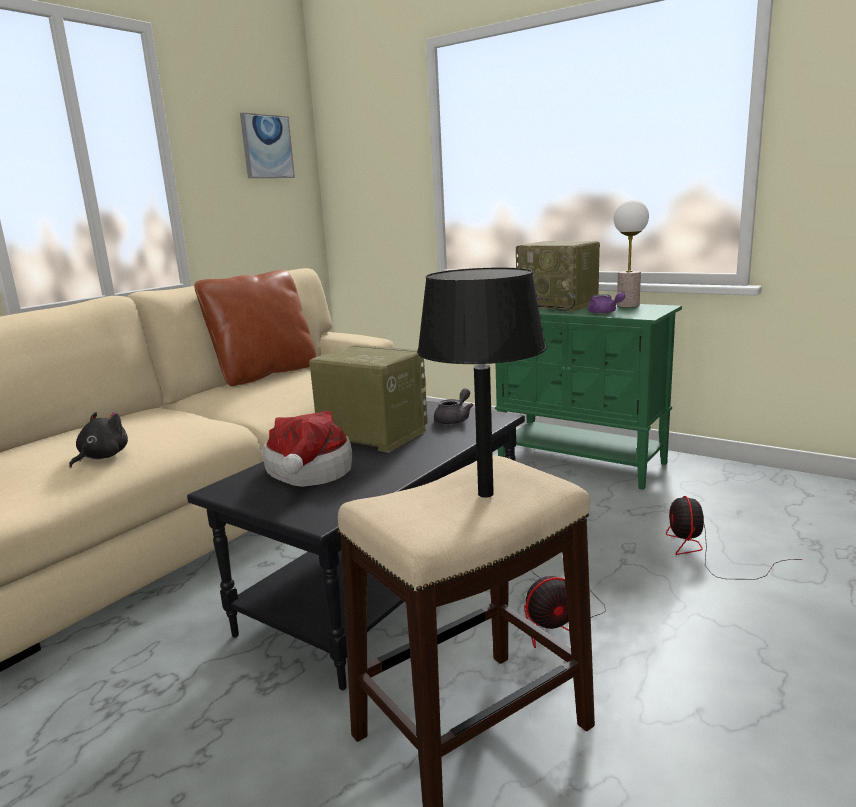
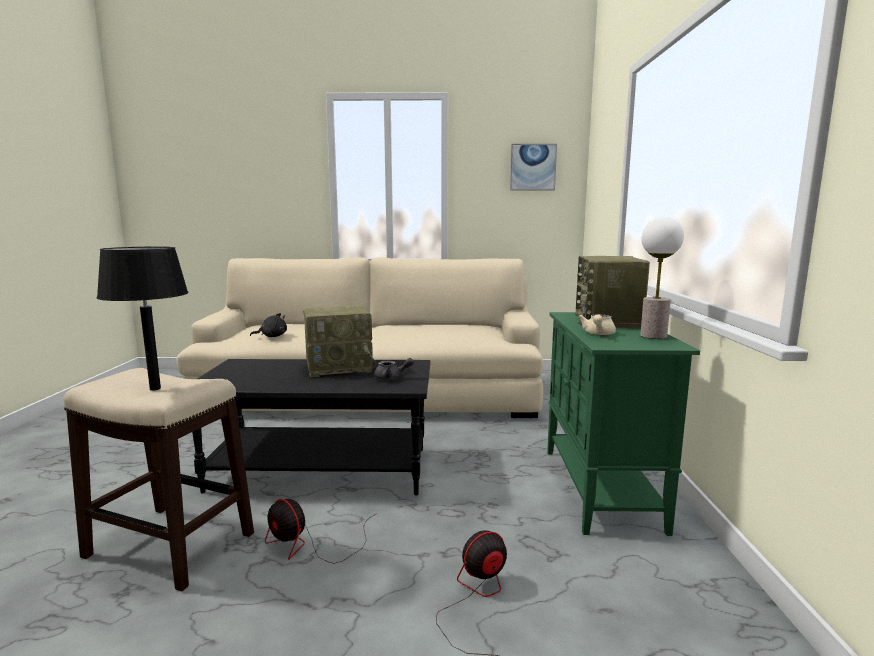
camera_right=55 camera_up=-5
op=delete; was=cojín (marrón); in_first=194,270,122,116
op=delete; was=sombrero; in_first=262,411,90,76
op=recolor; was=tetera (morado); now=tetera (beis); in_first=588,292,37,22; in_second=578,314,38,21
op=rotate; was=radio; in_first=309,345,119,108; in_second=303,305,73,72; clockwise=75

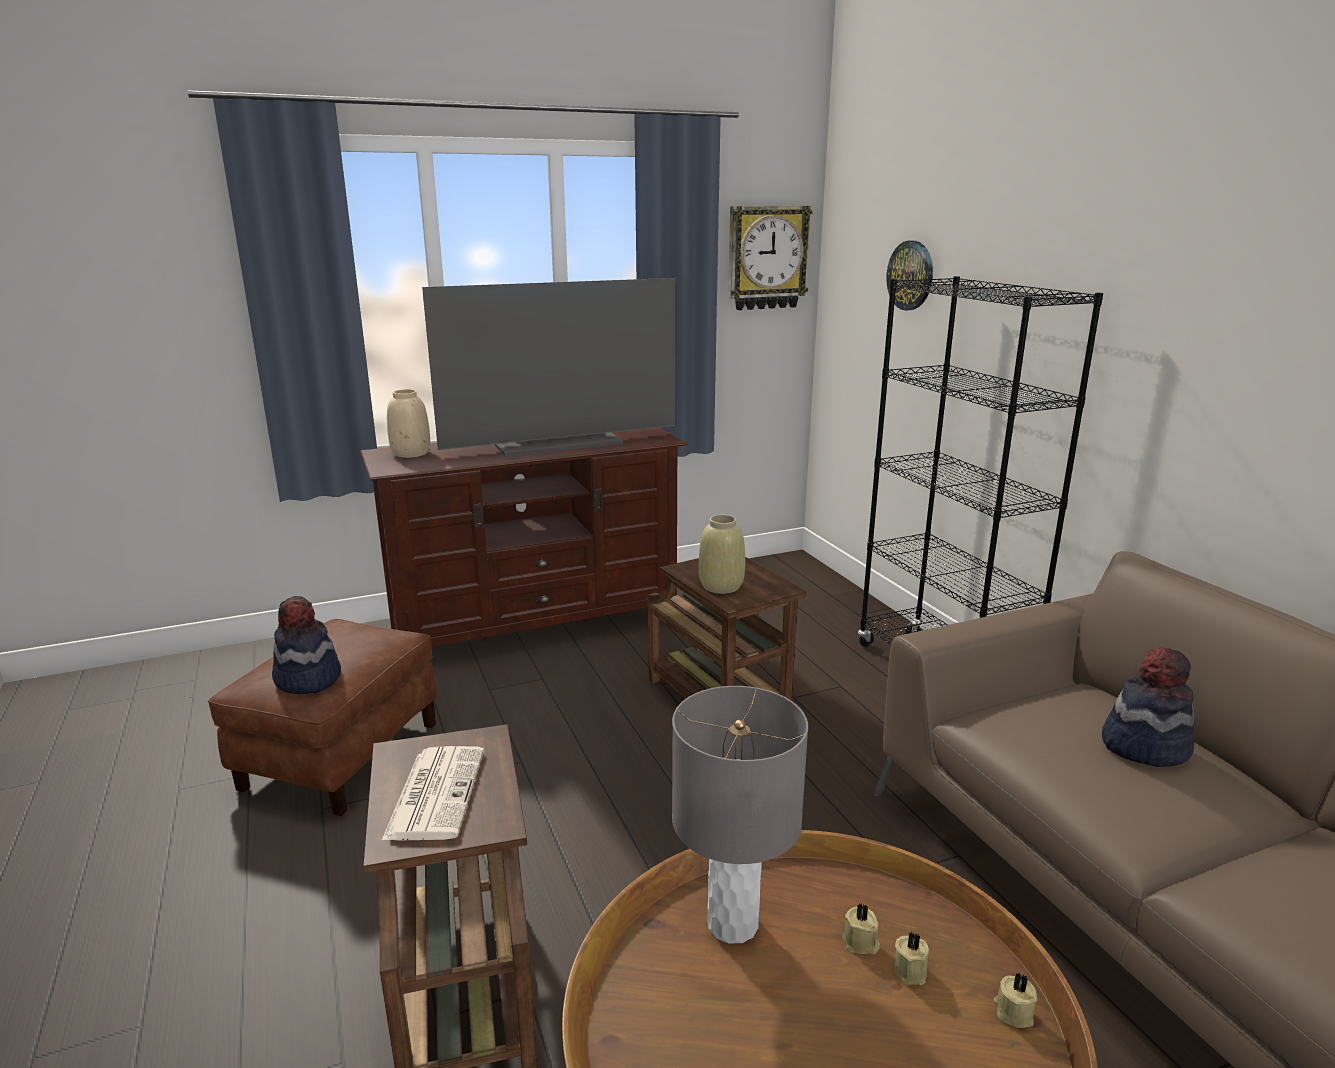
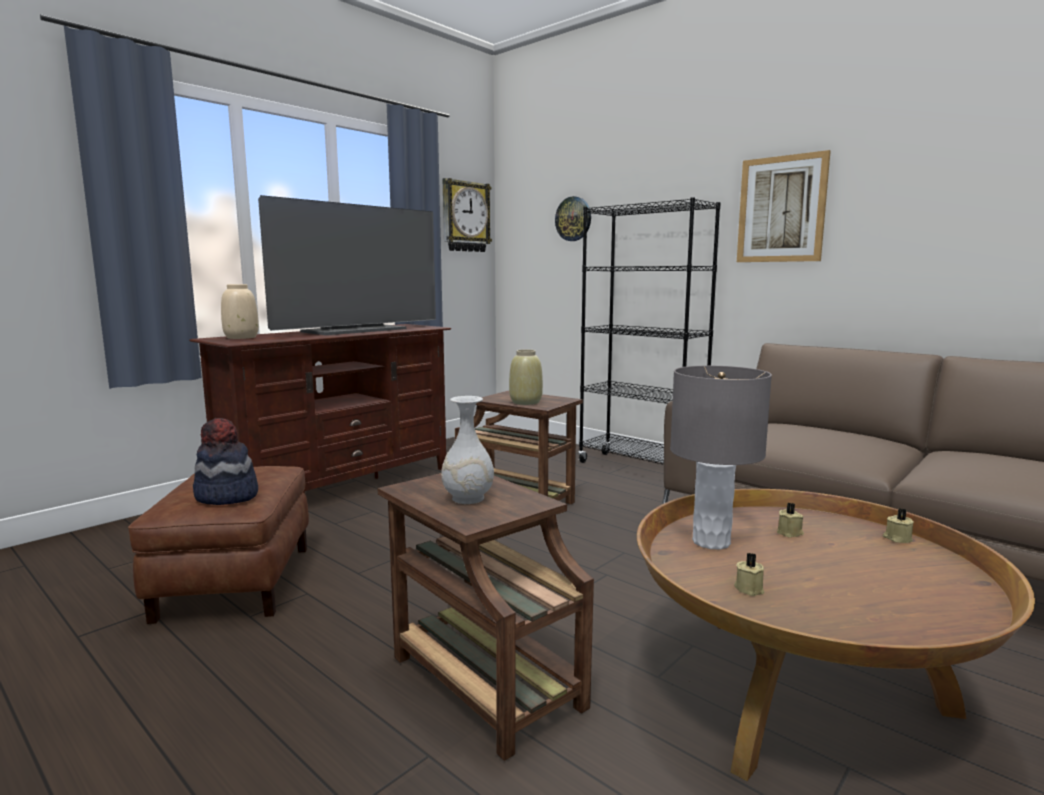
camera_right=-25 camera_up=-10
op=delete; was=sombrero; in_first=1102,647,93,120
op=insert; now=cuadro; in_second=737,150,94,112
op=move; was=vela (beis); in_first=894,932,35,53; in_second=734,553,30,43
op=replace; was=periódico; now=florero (blanco); in_first=381,746,103,95; in_second=441,396,53,108

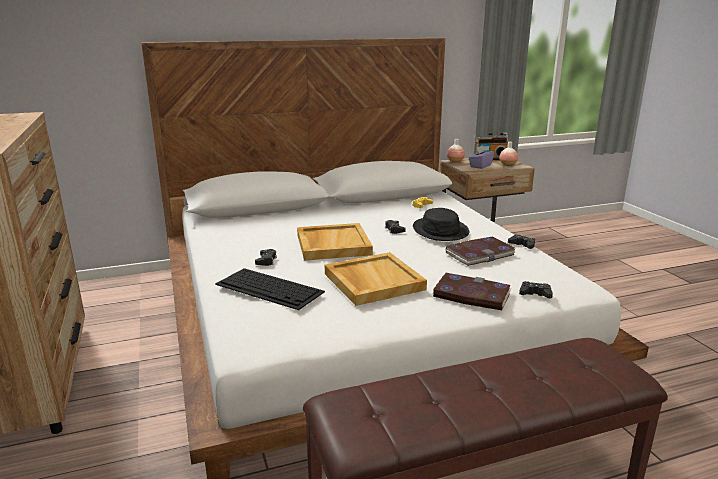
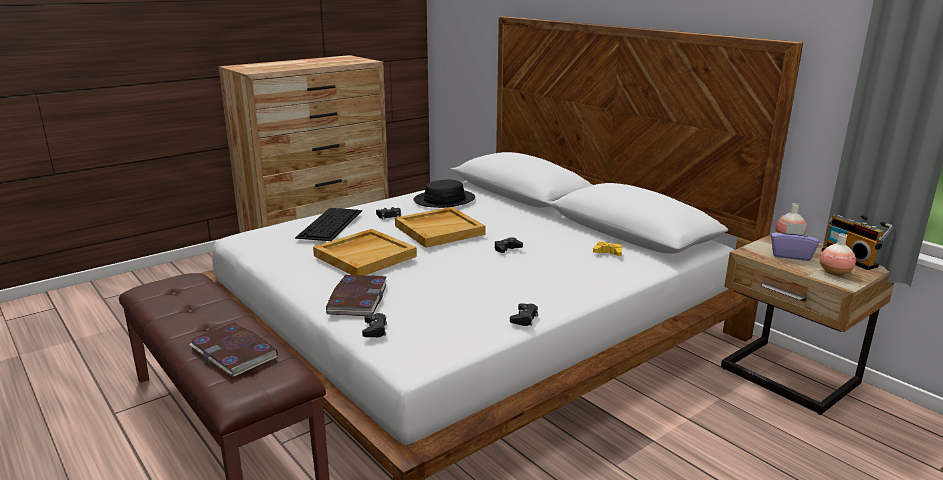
camera_right=70 camera_up=0
op=move; was=sombrero (negro); in_first=413,208,56,33; in_second=414,180,61,28
op=move; was=libro; in_first=446,237,70,29; in_second=189,322,89,56

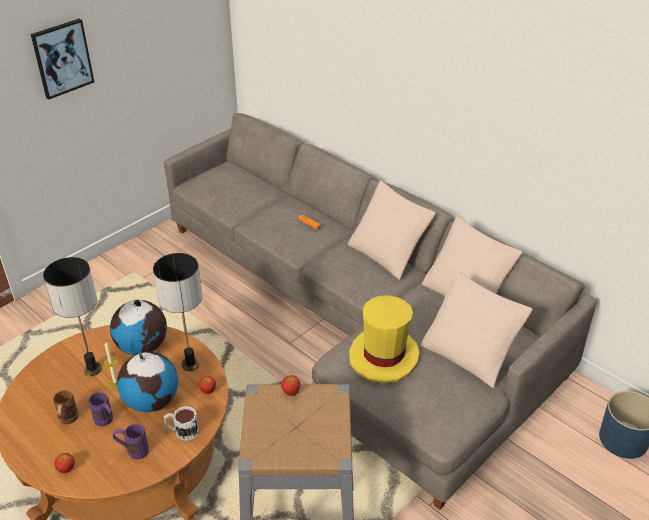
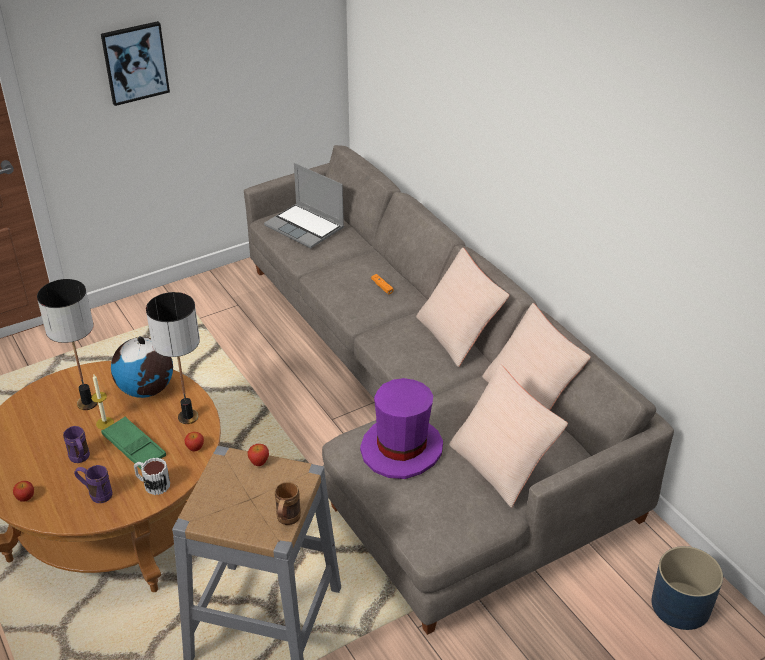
camera_right=15 camera_up=0
op=insert; now=portátil; in_second=264,163,80,85
op=move; was=taza grande (marrón); in_first=53,390,26,34; in_second=275,482,26,43
op=replace; was=globo terráqueo; now=bandeja (verde); in_first=117,352,61,60; in_second=101,417,65,52
op=recolor; was=sombrero (amarillo); now=sombrero (morado); in_first=349,296,71,87; in_second=360,378,83,101

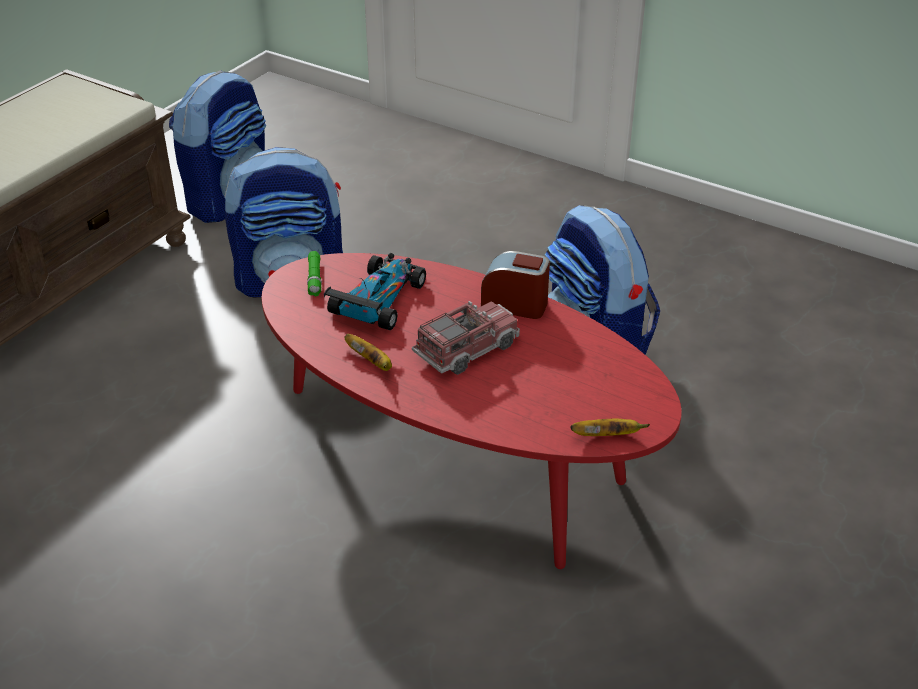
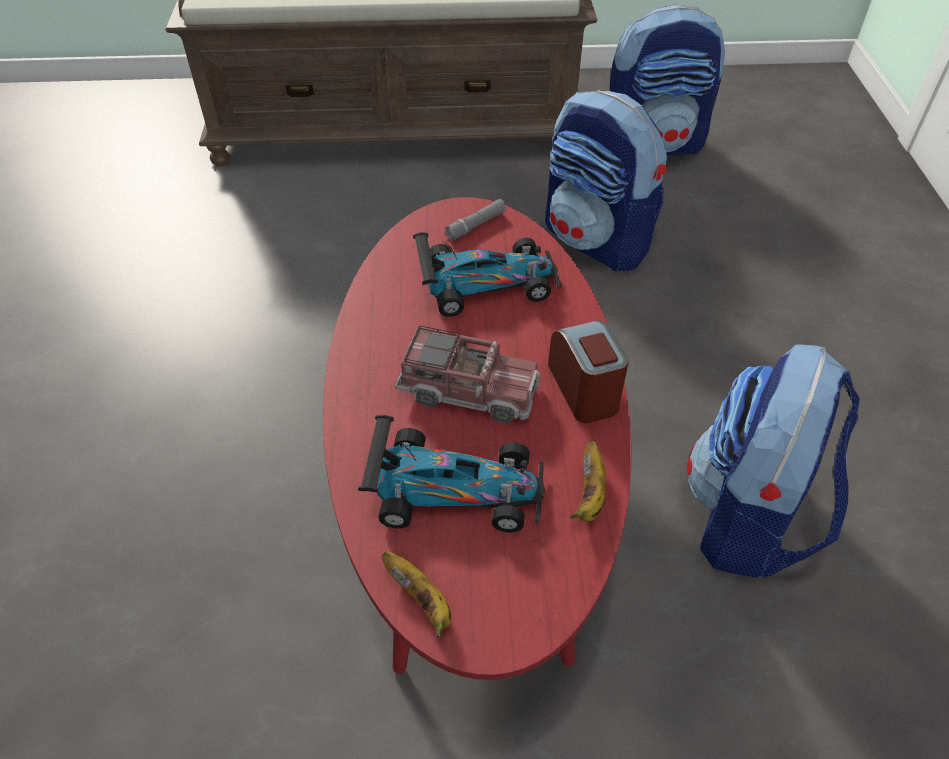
camera_right=55 camera_up=10
op=insert; now=coche de juguete; in_second=358,415,187,117
op=move; was=plátano; in_first=344,334,48,37; in_second=570,441,36,81
op=recolor; was=linterna (verde); now=linterna (gris); in_first=307,251,15,45; in_second=445,199,62,42

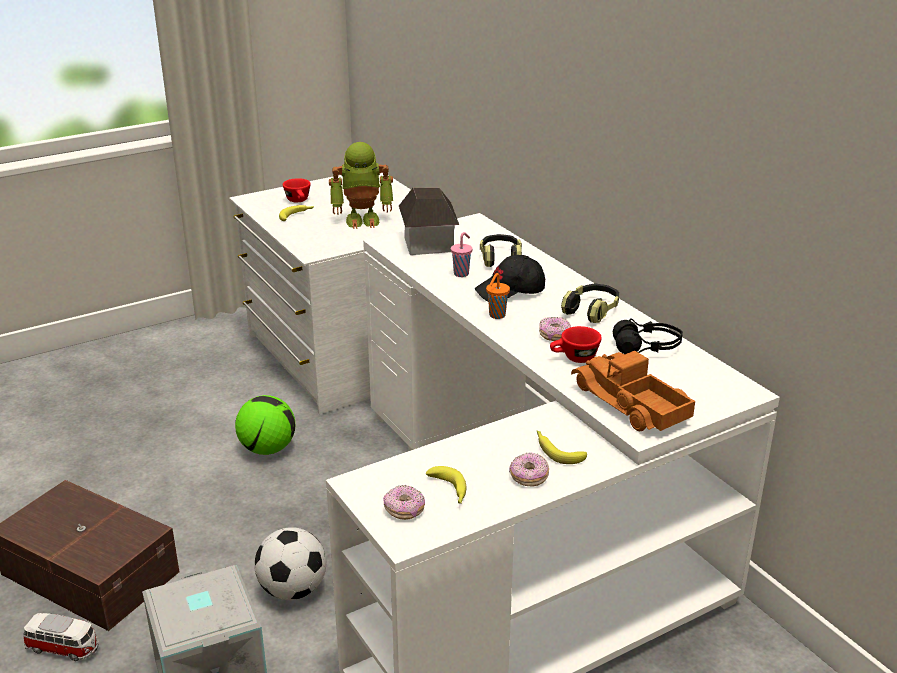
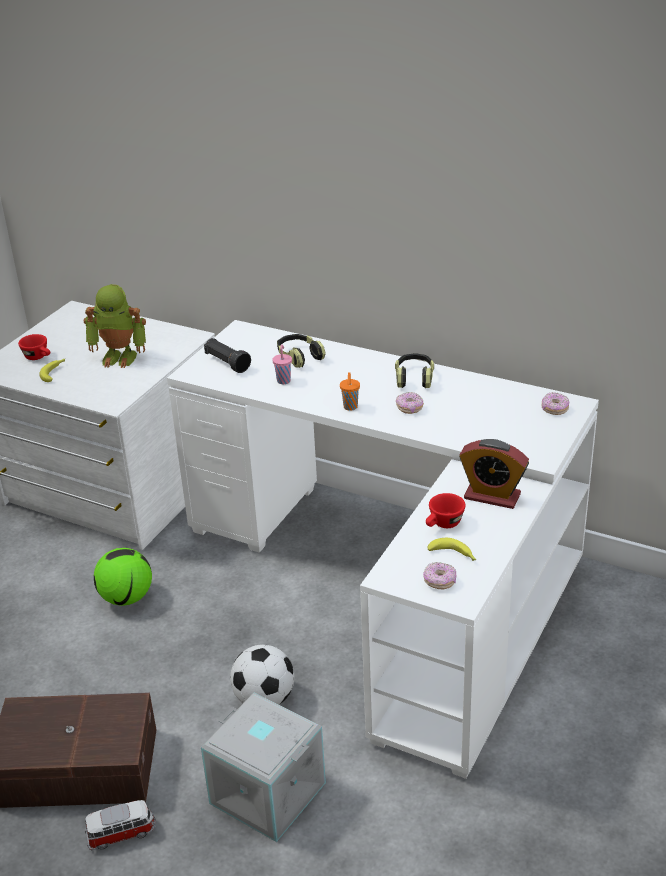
camera_right=-30 camera_up=5
op=delete; was=gorra (negro); in_first=475,255,70,46
op=delete; was=camión de juguete; in_first=571,351,124,80
op=delete; was=auriculares (negro); in_first=613,318,70,36
op=move; was=rosquilla; in_first=509,452,40,34; in_second=541,392,28,23
op=move; was=taza (rojo); in_first=550,326,52,37; in_second=426,493,39,35
op=replace; was=casita; now=linterna (negro); in_first=399,187,60,68; in_second=204,338,47,35
op=replace; was=plátano; now=despertador; in_first=537,431,50,33; in_second=459,439,70,70
op=rotate; was=robot de juguete; in_first=329,142,64,87; in_second=84,284,62,84; clockwise=45

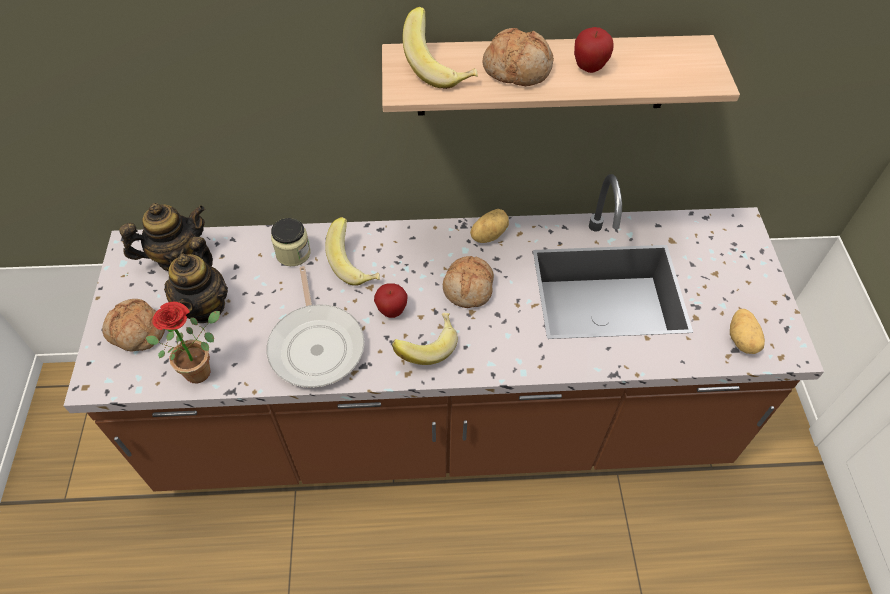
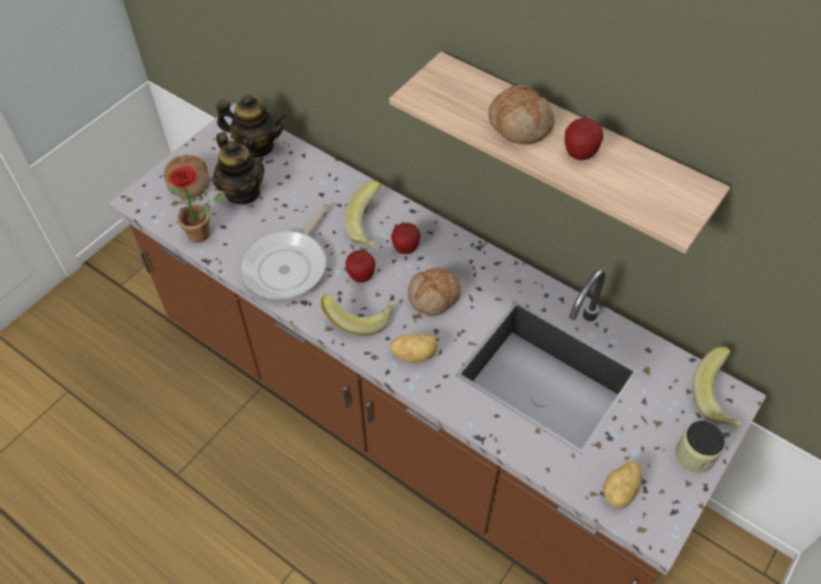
camera_right=40 camera_up=0
op=insert; now=manzana; in_second=391,223,30,31
op=move; was=tarro; in_first=271,218,40,48; in_second=675,421,50,52
op=move; was=plátano; in_first=403,7,75,82; in_second=693,346,48,82
op=move; was=patata; in_first=470,209,39,34; in_second=390,334,48,29
op=rotate; was=tetera; in_first=164,237,64,86; in_second=213,132,52,72; clockwise=-75

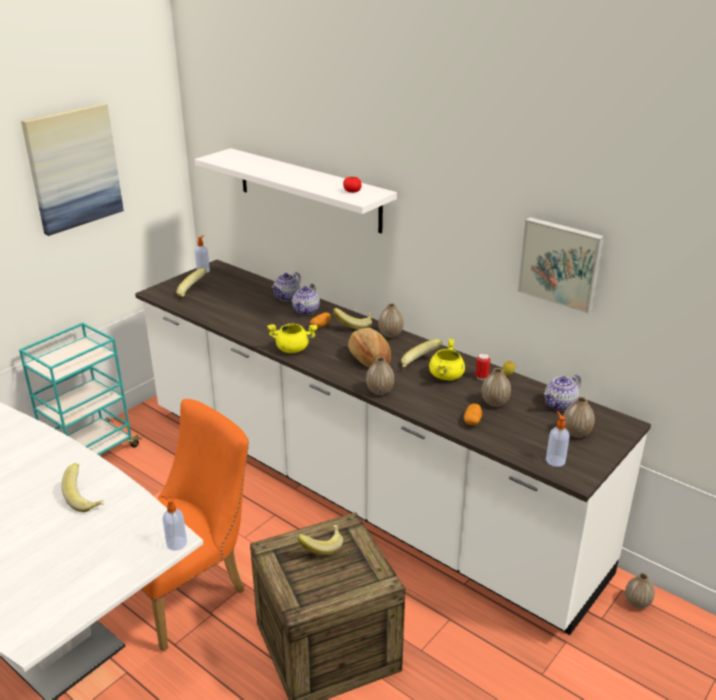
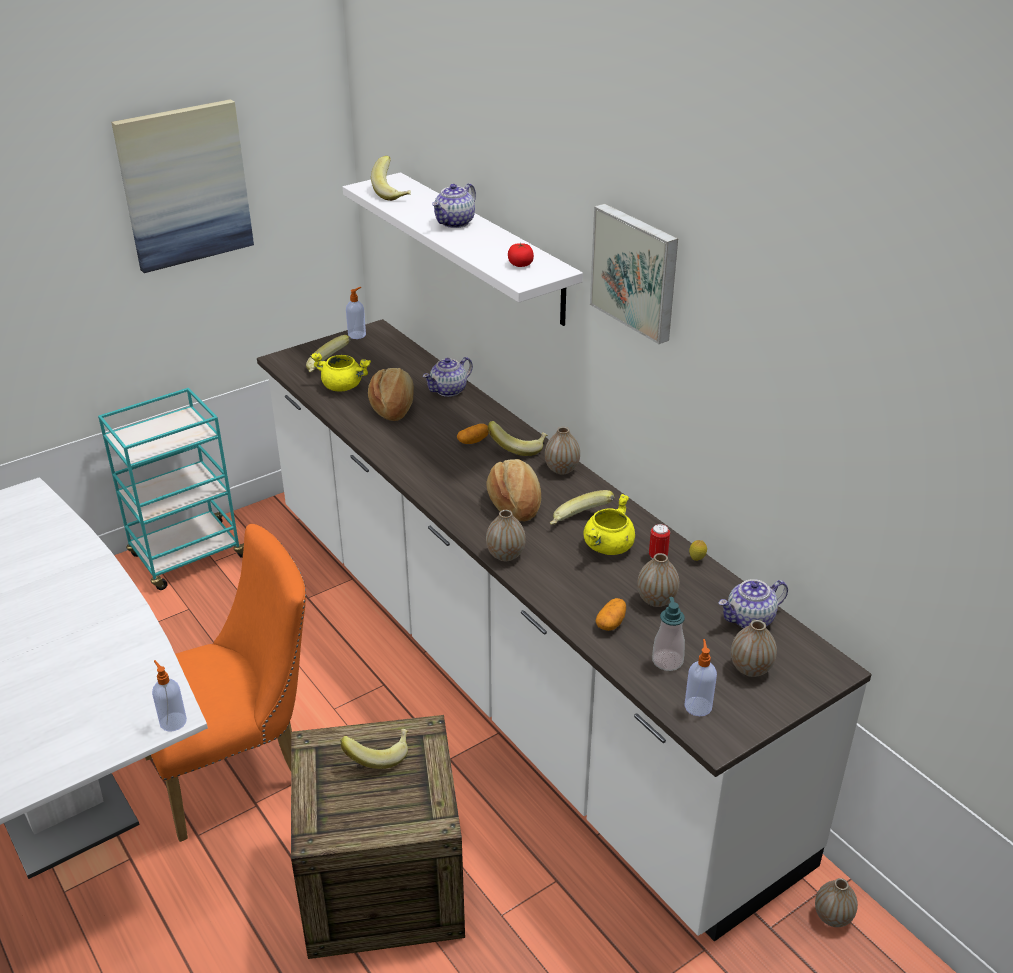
camera_right=15 camera_up=5
op=insert; now=pan; in_second=368,368,46,53
op=insert; now=dispensador de jabón; in_second=652,597,33,74
op=move; was=plátano; in_first=62,463,41,49; in_second=371,156,40,45
op=move; was=olla (amarillo); in_first=267,324,51,29; in_second=310,353,61,39
op=move; was=tetera; in_first=292,284,28,31; in_second=432,183,44,45
op=move; was=cuadro; in_first=518,217,87,96; in_second=590,204,88,140

